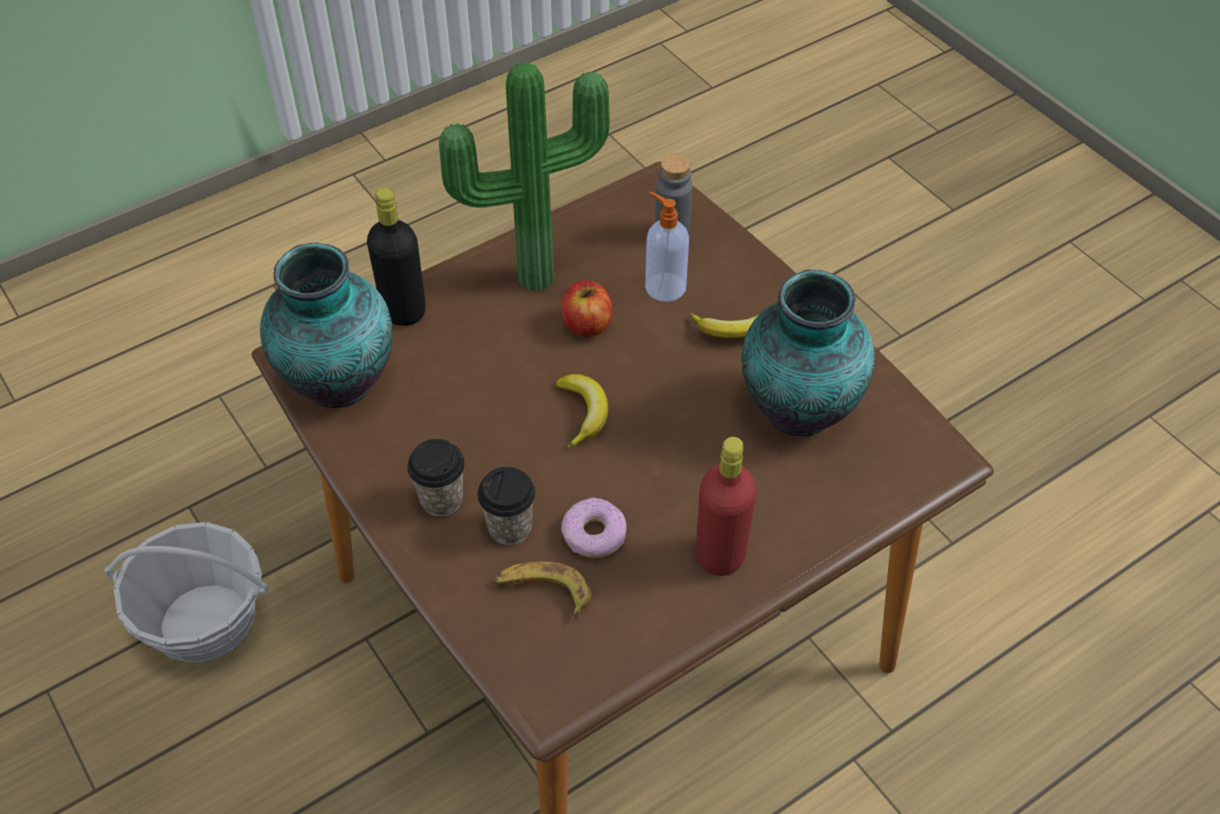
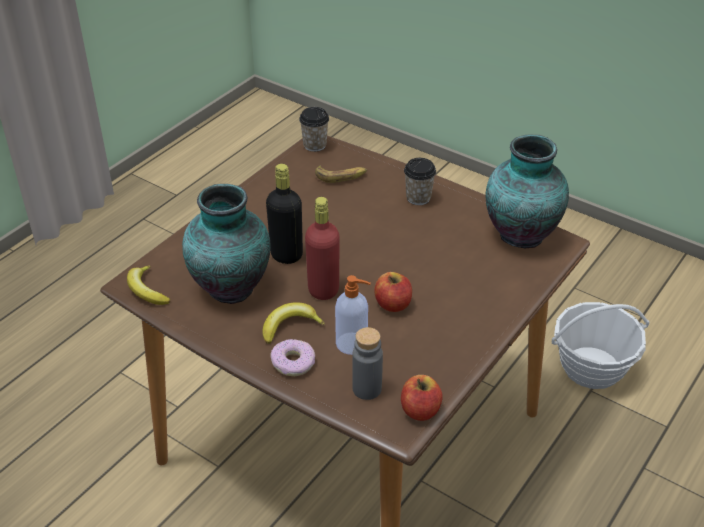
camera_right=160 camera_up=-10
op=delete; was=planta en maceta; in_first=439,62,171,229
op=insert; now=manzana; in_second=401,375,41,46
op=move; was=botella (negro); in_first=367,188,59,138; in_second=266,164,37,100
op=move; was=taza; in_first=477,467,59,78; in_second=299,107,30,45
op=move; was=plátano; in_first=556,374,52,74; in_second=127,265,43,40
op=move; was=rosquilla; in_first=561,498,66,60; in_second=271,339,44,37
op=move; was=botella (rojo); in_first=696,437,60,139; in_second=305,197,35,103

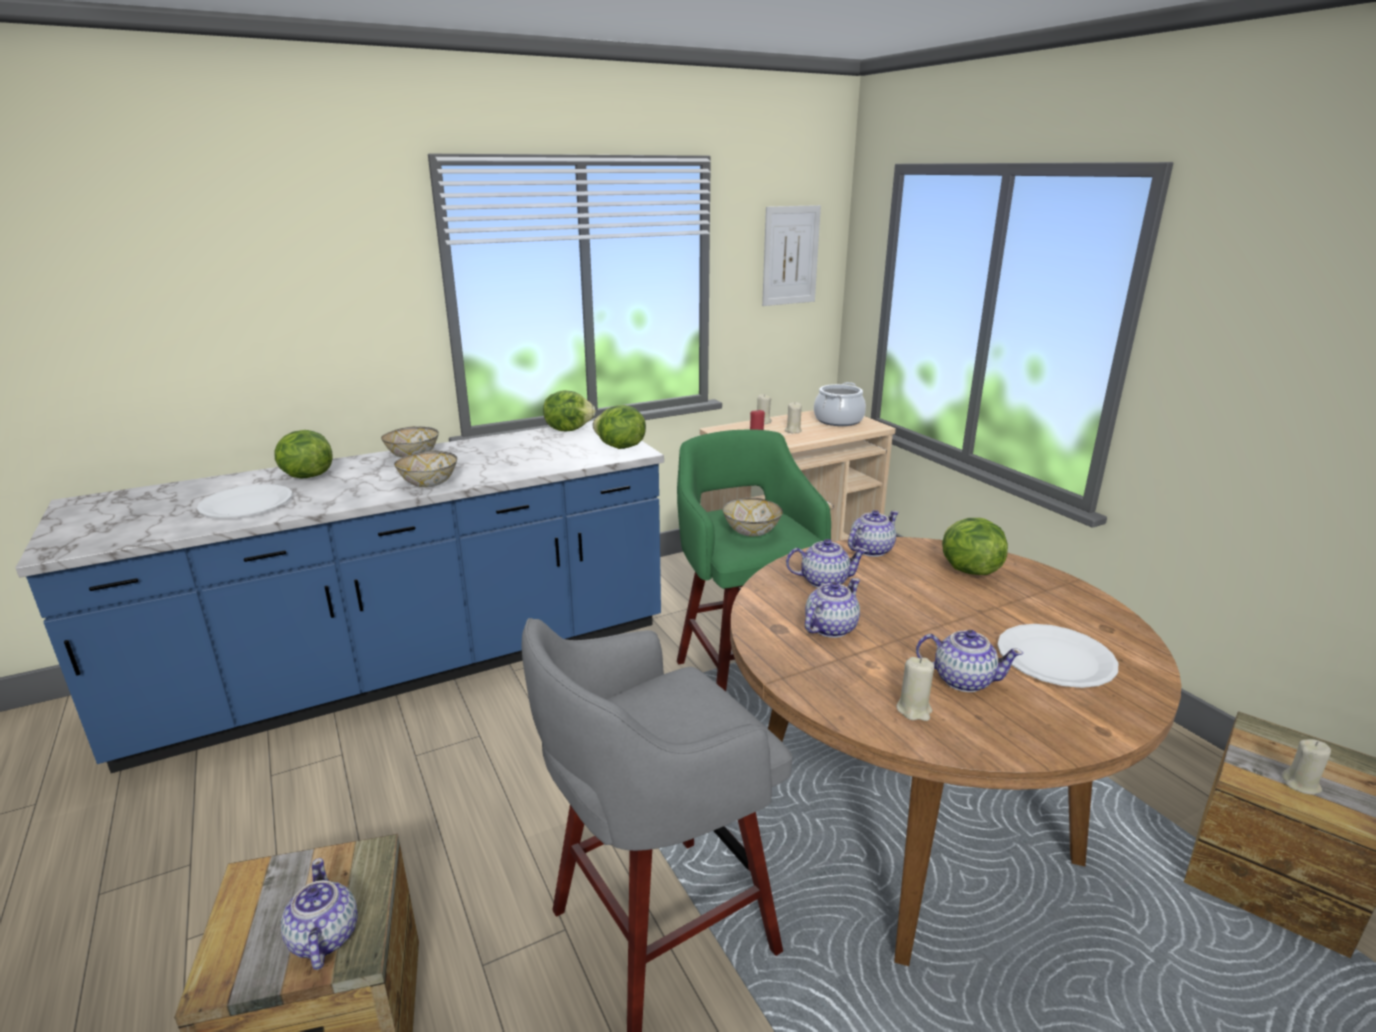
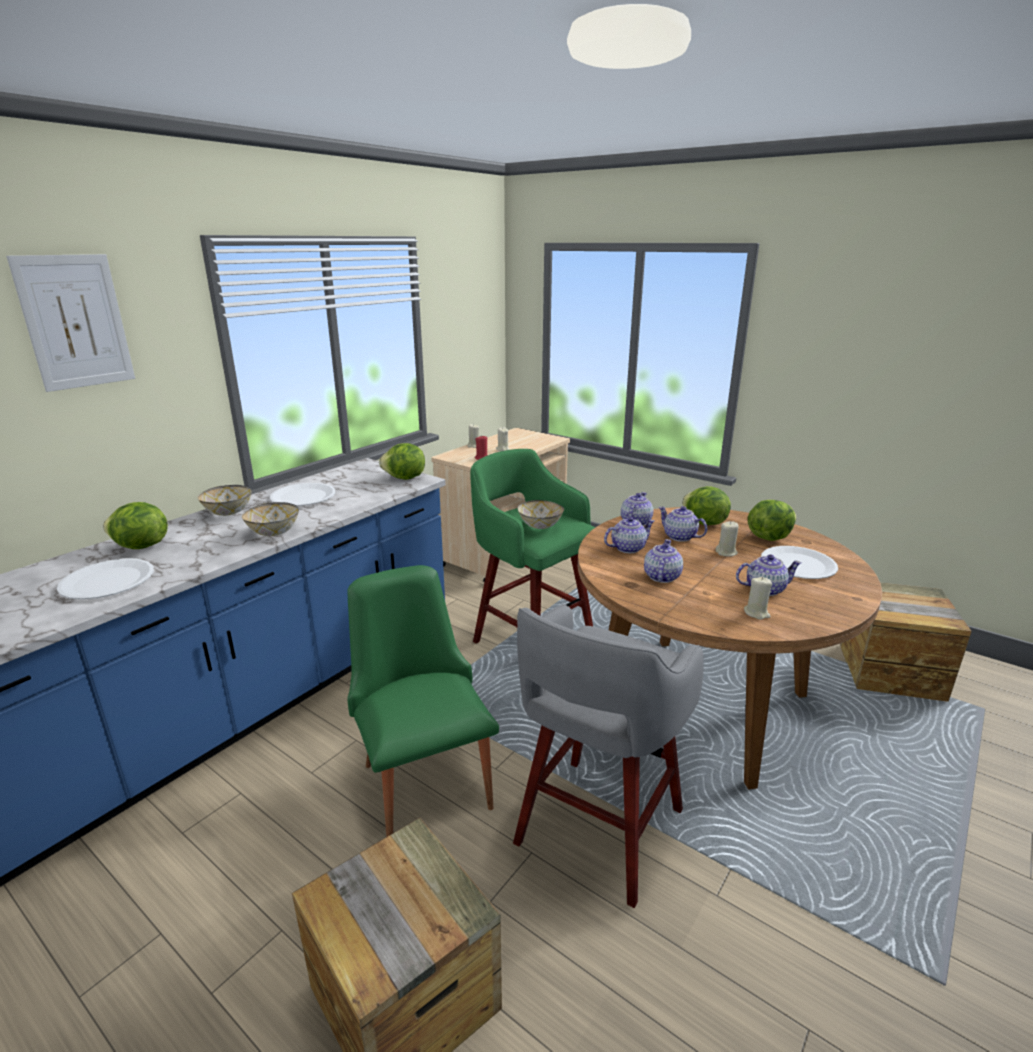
camera_right=-25 camera_up=0
op=delete; was=olla; in_first=814,382,52,44
op=insert; now=plato (blanco); in_second=270,483,65,23
op=insert; now=silla (verde); in_second=347,565,152,272
op=move; was=tetera; in_first=281,858,77,112; in_second=658,506,50,36
op=move; was=lechuga; in_first=543,390,53,41; in_second=748,500,48,41
op=move; was=cuadro; in_first=762,205,59,101; in_second=6,254,129,138
op=move; was=vela (beis); in_first=1282,739,49,56; in_second=715,521,23,36

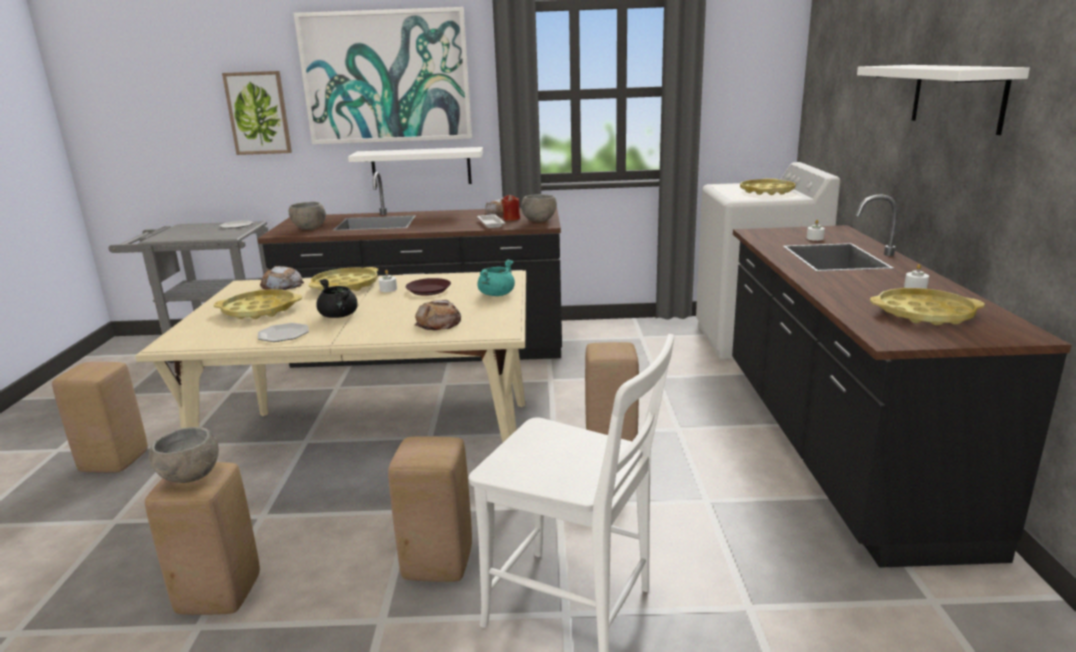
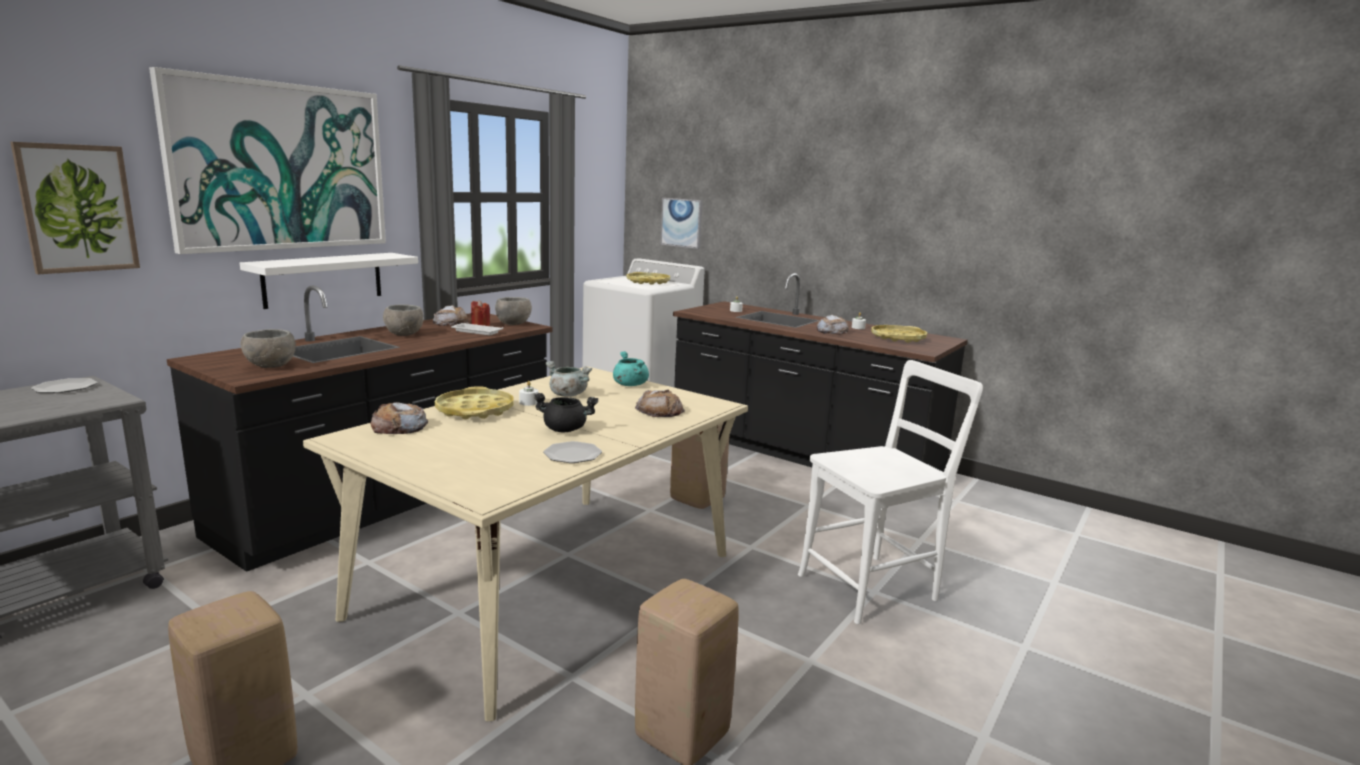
camera_right=-55 camera_up=-5
op=delete; was=bandeja (amarillo); in_first=214,289,88,30
op=delete; was=taburete (beis); in_first=388,436,84,146
op=delete; was=estante (blanco); in_first=857,65,173,70
op=insert; now=cuadro; in_second=660,198,42,51
op=insert; now=pan; in_second=816,315,33,20
op=move; was=cuenco (gris); in_first=149,427,70,56; in_second=383,305,41,31
op=replace; was=plato (marrón); now=olla (gris); in_first=406,278,45,18; in_second=545,361,47,36

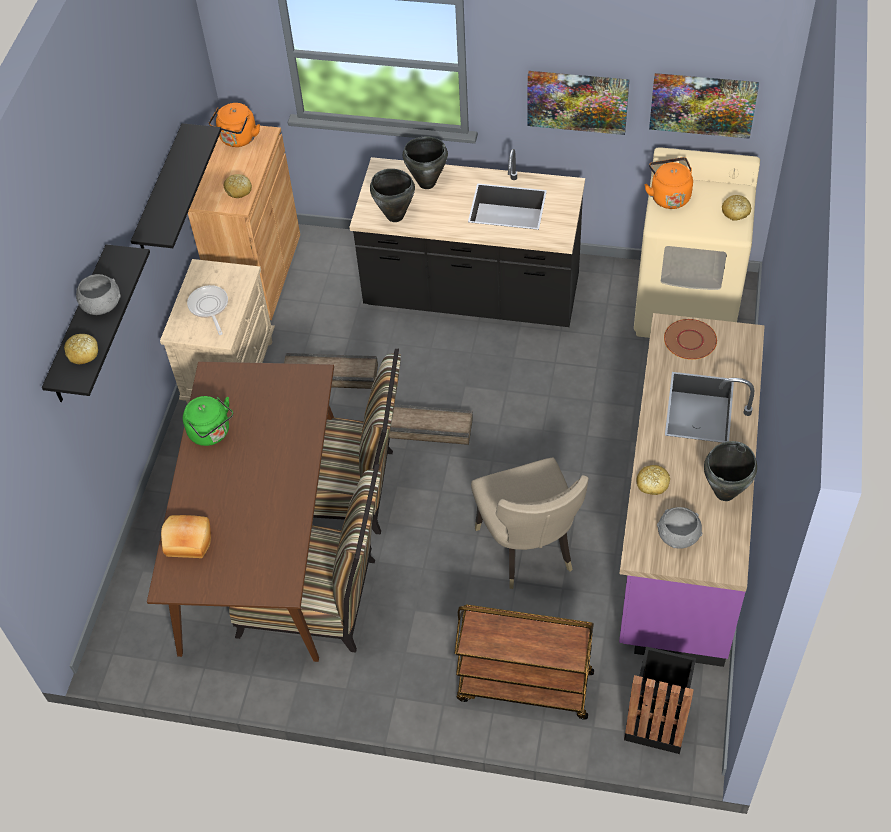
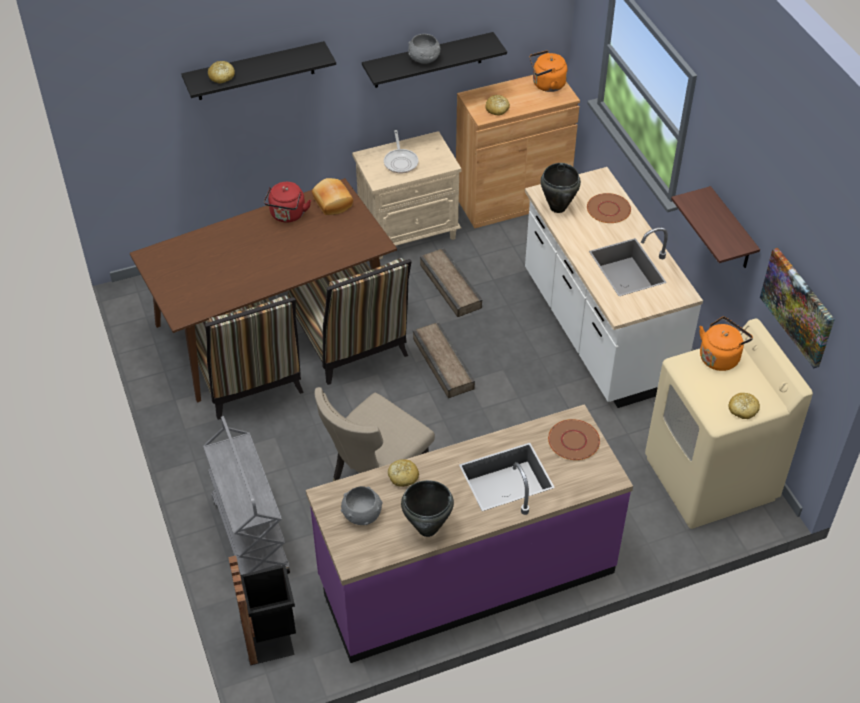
camera_right=55 camera_up=-5
op=move; was=cuenco (gris); in_first=76,274,45,41; in_second=408,34,32,30
op=move; was=pan; in_first=161,515,50,43; in_second=312,178,41,37
op=replace; was=olla (negro); now=plato (marrón); in_first=403,137,45,52; in_second=587,193,44,30
op=replace; was=cuadro; now=estante; in_first=527,71,103,64; in_second=671,186,89,82
op=recolor; was=hervidor (verde); now=hervidor (rojo); in_first=183,396,50,50; in_second=264,182,47,41
op=recolor; was=mueble bajo de cocina (negro); now=mueble bajo de cocina (blanco); in_first=349,149,236,178; in_second=525,167,178,241
op=recolor; was=carrito (marrón); now=carrito (gris); in_first=455,604,139,116; in_second=203,416,87,159
op=rotate; was=sartén; in_first=187,285,41,50; in_second=384,130,34,43; clockwise=135

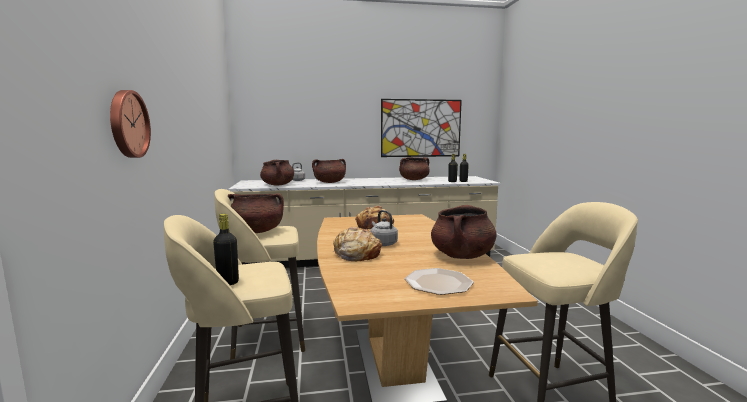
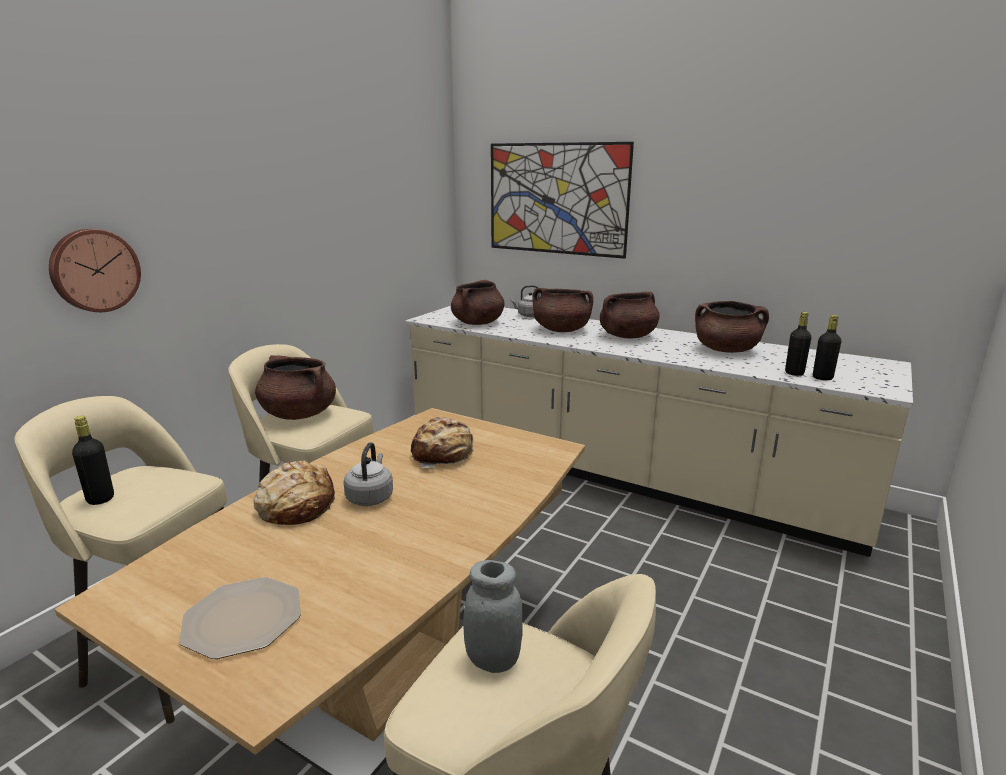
camera_right=40 camera_up=10
op=insert; now=tarro (gris); in_second=463,560,60,113
op=move; was=cuadro; in_first=381,99,81,58; in_second=491,142,143,117
op=move; was=olla (marrón); in_first=431,205,66,54; in_second=600,291,60,47

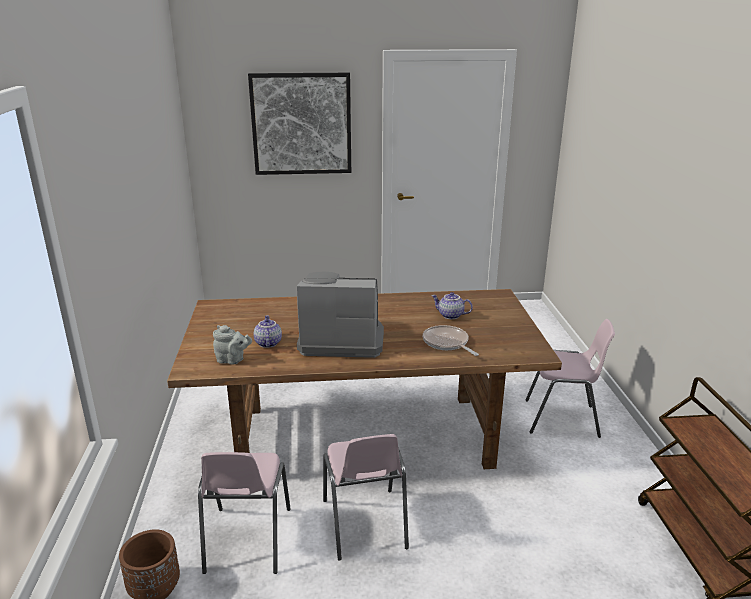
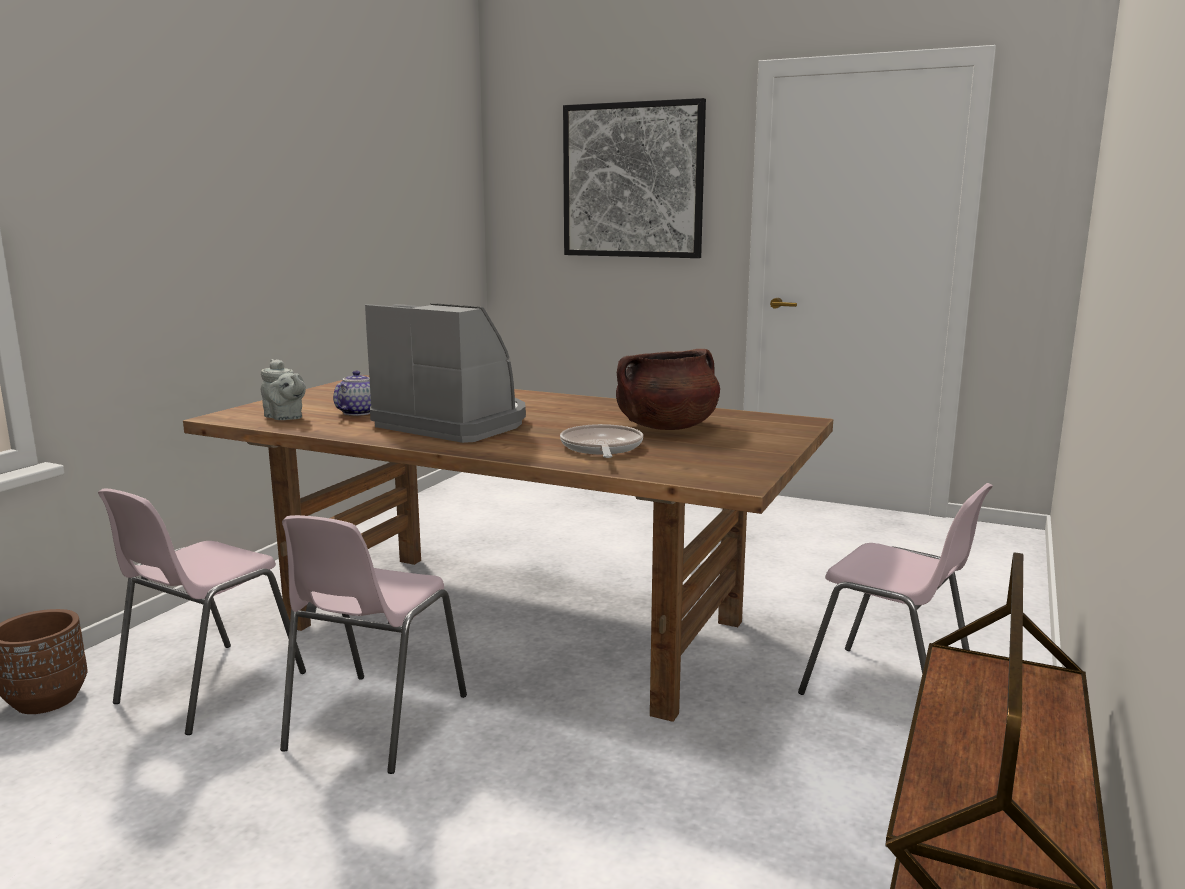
camera_right=30 camera_up=-10
op=replace; was=tetera; now=olla (marrón); in_first=431,292,42,27; in_second=616,349,104,81

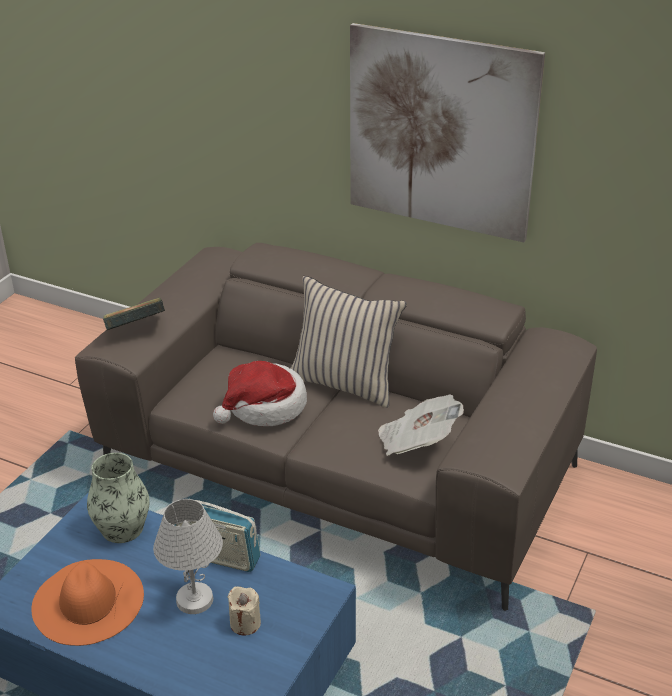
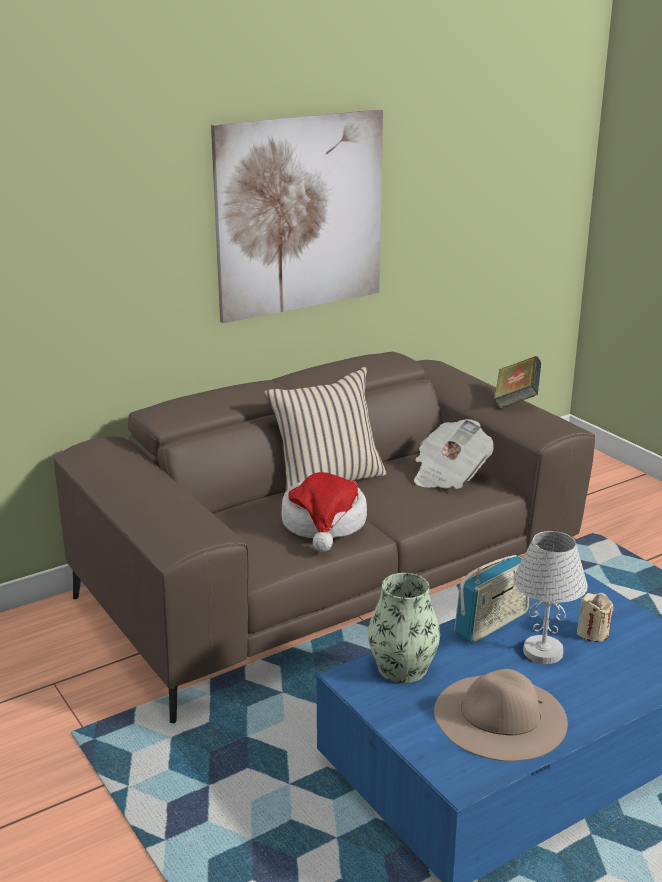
camera_right=-60 camera_up=-10
op=move; was=libro; in_first=103,297,62,33; in_second=494,356,47,53
op=recolor; was=sombrero (naranja); now=sombrero (beis); in_first=31,559,113,87; in_second=434,669,134,92

